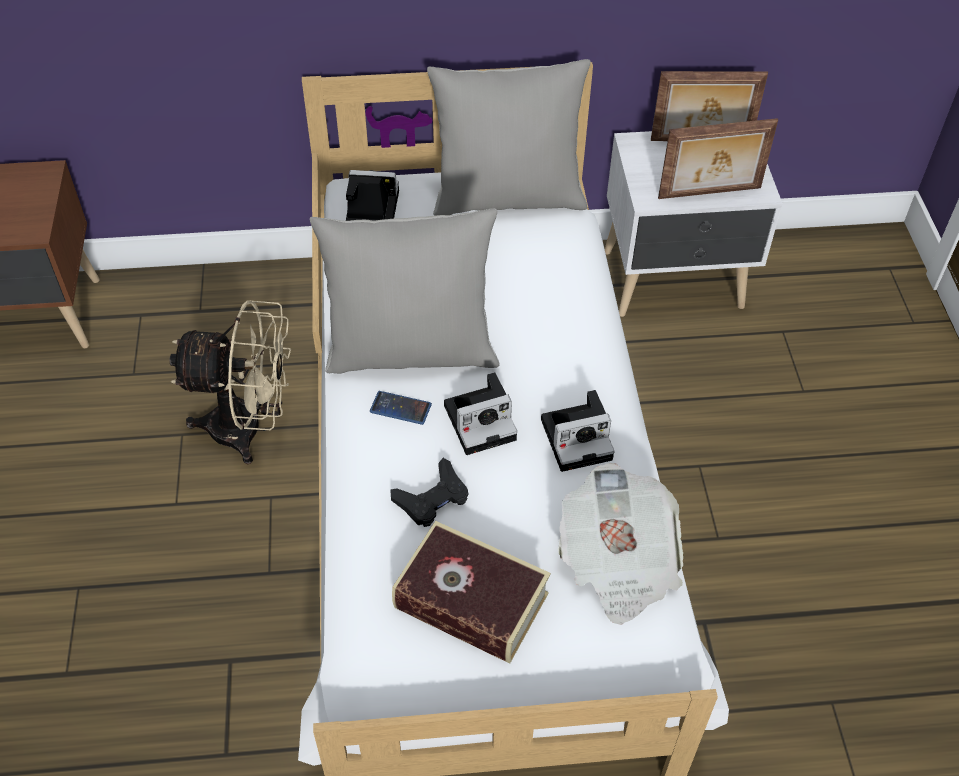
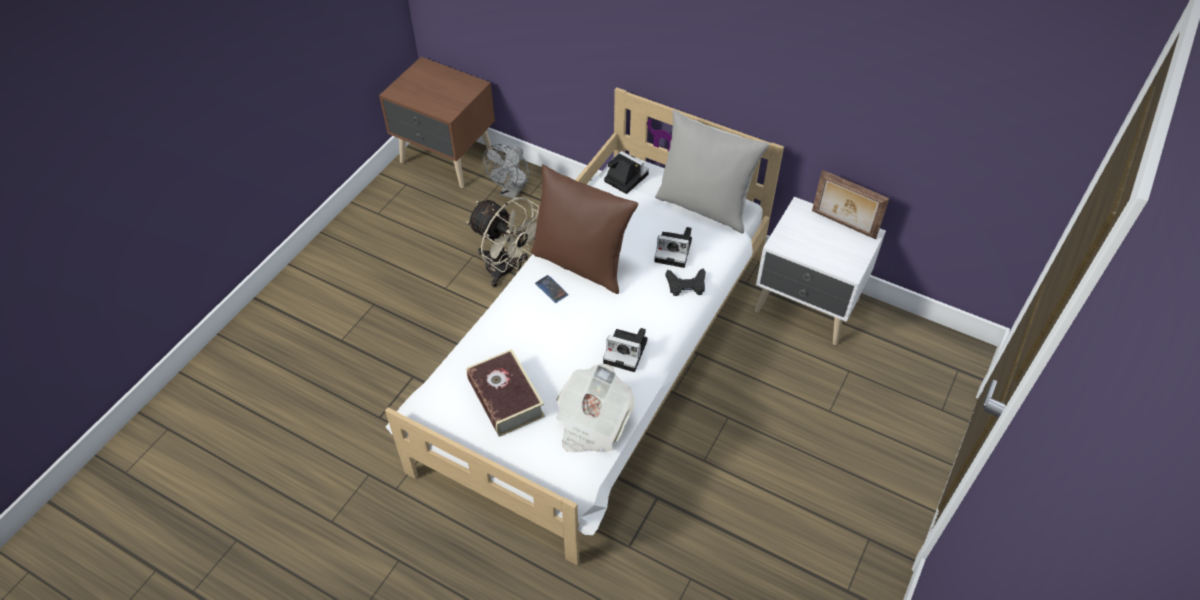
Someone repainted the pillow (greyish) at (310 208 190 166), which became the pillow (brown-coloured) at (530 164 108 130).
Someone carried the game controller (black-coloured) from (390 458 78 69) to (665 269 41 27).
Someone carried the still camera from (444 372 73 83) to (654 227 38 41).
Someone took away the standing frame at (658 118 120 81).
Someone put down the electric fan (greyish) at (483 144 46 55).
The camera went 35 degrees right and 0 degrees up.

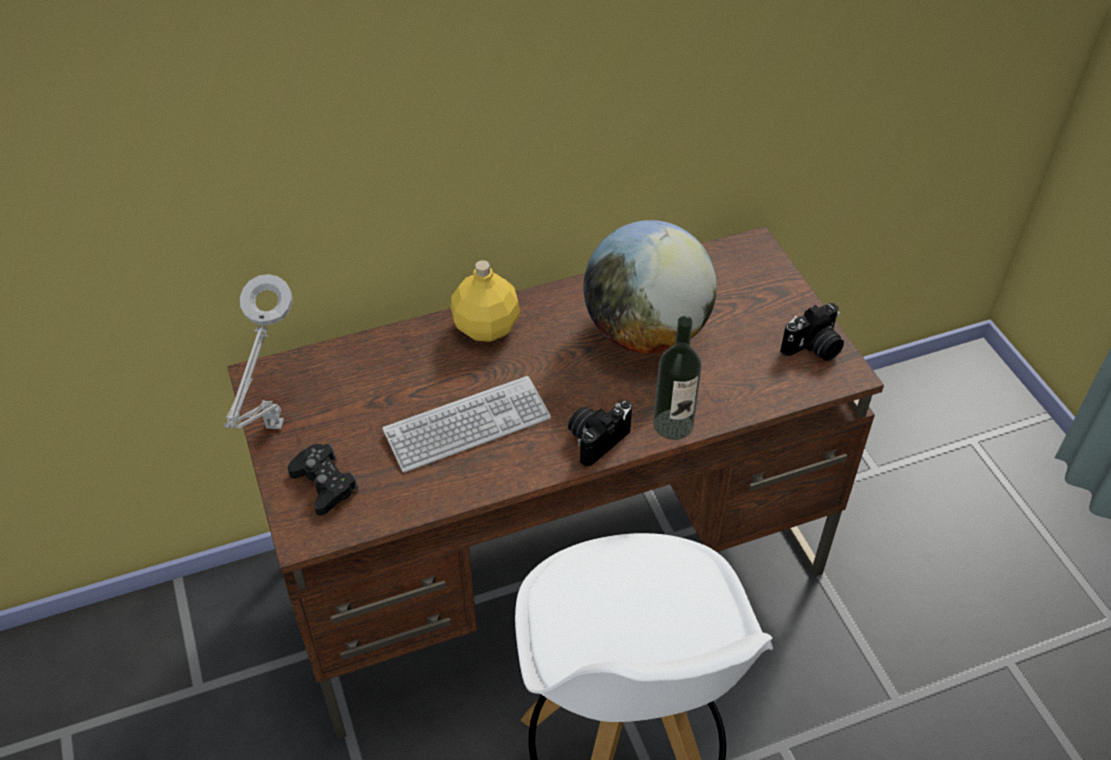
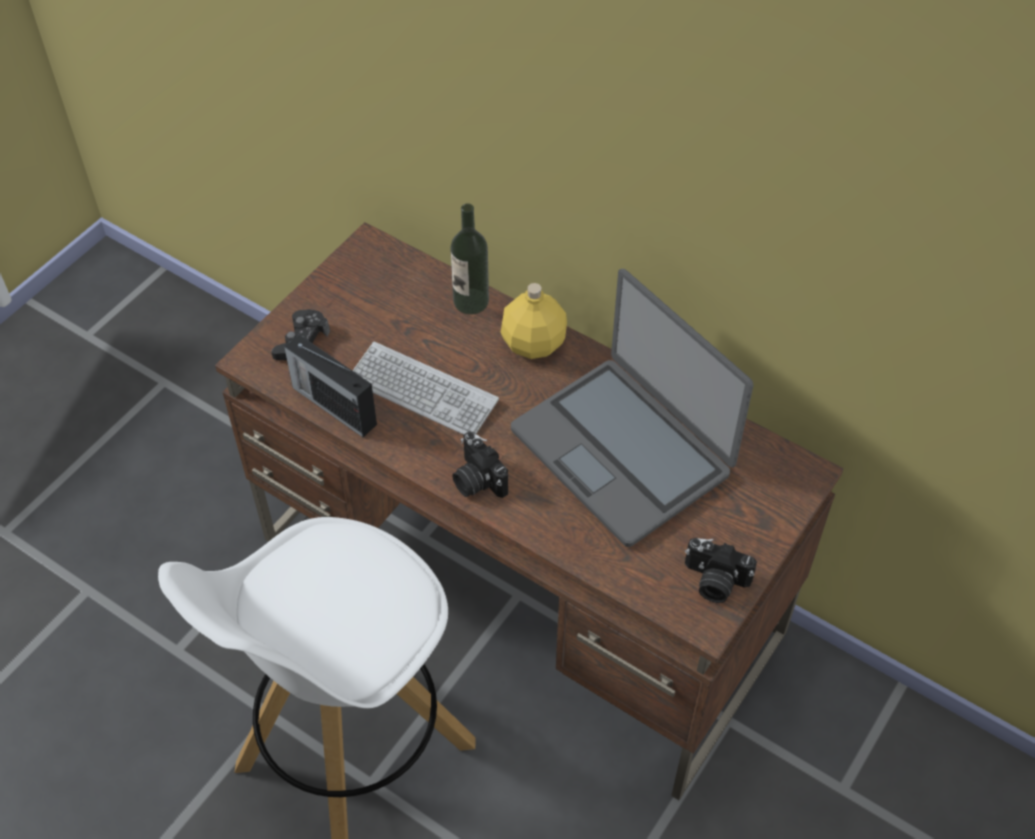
Someone took away the table lamp (greyish) at (224 274 69 155).
Someone rotated the still camera at (568 401 64 65) by 135 degrees counterclockwise.
Someone swapped the desk globe at (583 220 134 133) for the notebook computer at (511 269 243 278).
Someone carried the beverage bottle from (653 316 49 124) to (450 203 39 112).
Someone put down the radio set at (284 335 93 102).
The camera went 55 degrees right and 5 degrees up.

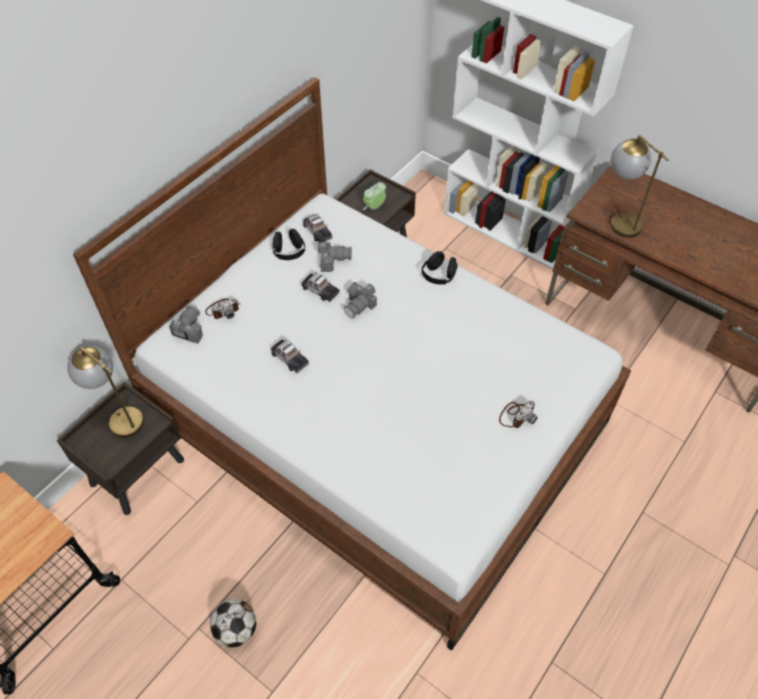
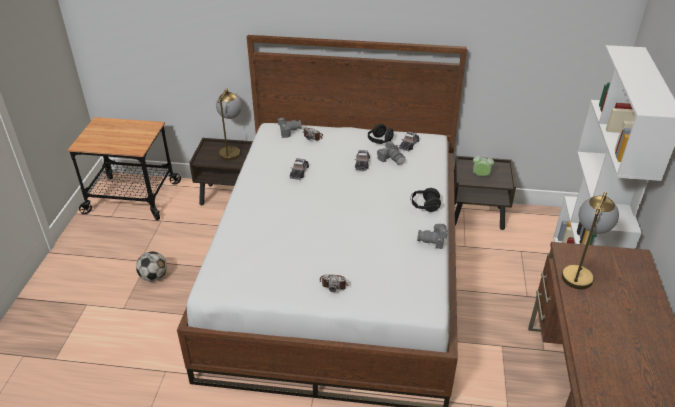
Someone carried the still camera from (344 282 33 36) to (417 223 31 26).
The camera went 60 degrees right and 15 degrees down.

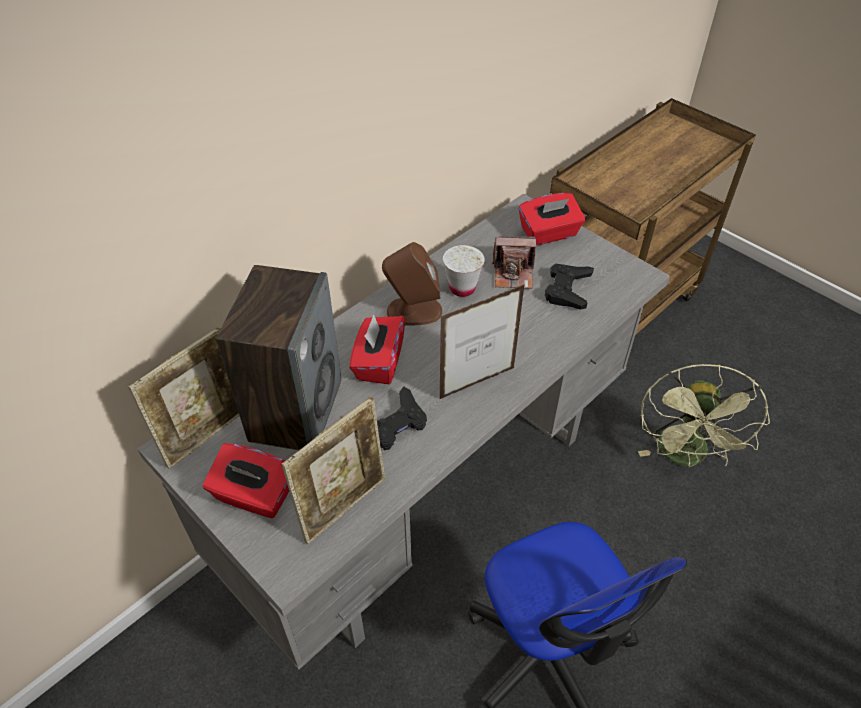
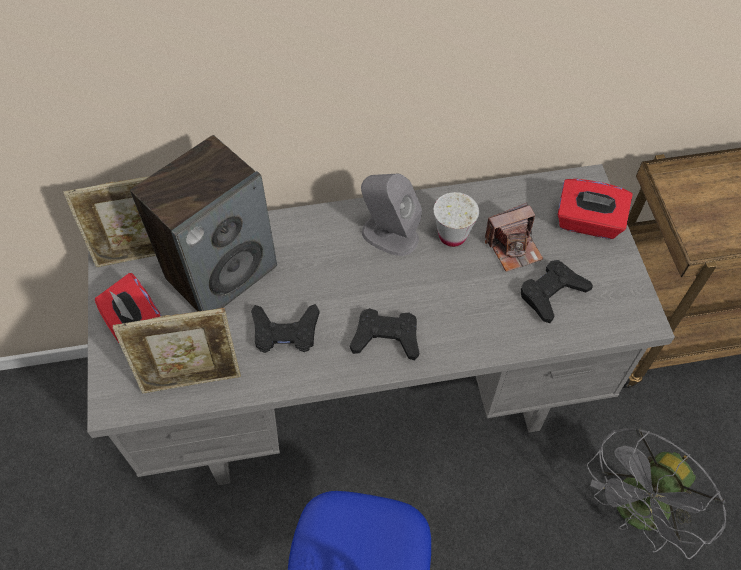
Someone took away the tissue holder (red) at (349 314 56 70).
Someone repainted the loudspeaker (brown-coloured) at (382 242 60 84), which became the loudspeaker (greyish) at (361 174 61 82).
Someone swapped the standing frame at (440 284 85 115) for the game controller (black-coloured) at (350 308 69 53).
Someone rotated the still camera at (492 237 44 52) by 60 degrees counterclockwise.
Someone repainted the electric fan (green) at (638 364 132 103), which became the electric fan (greyish) at (587 427 139 132).
The camera went 35 degrees right and 10 degrees up.

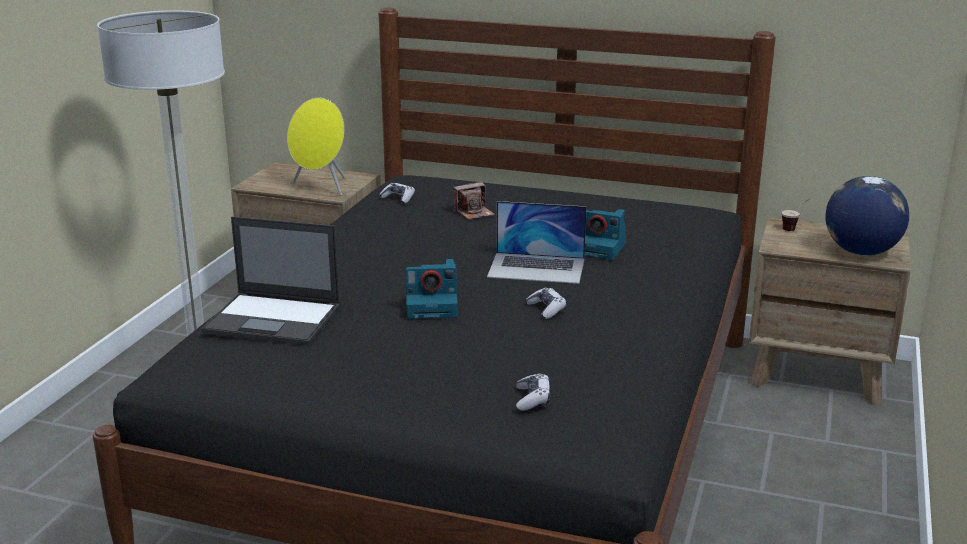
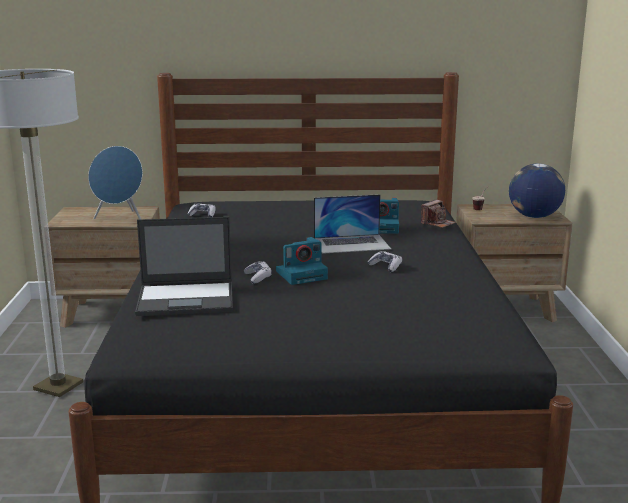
Someone repainted the loudspeaker (yellow) at (287 98 58 98), which became the loudspeaker (bluish) at (88 146 55 74).
Someone carried the still camera from (453 182 42 38) to (421 200 35 28).
Someone carried the game controller from (516 373 34 38) to (244 261 28 23).
The camera went 20 degrees left and 5 degrees down.

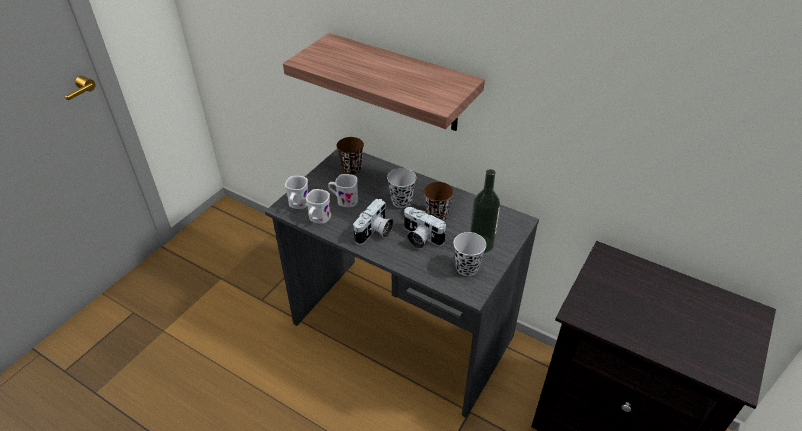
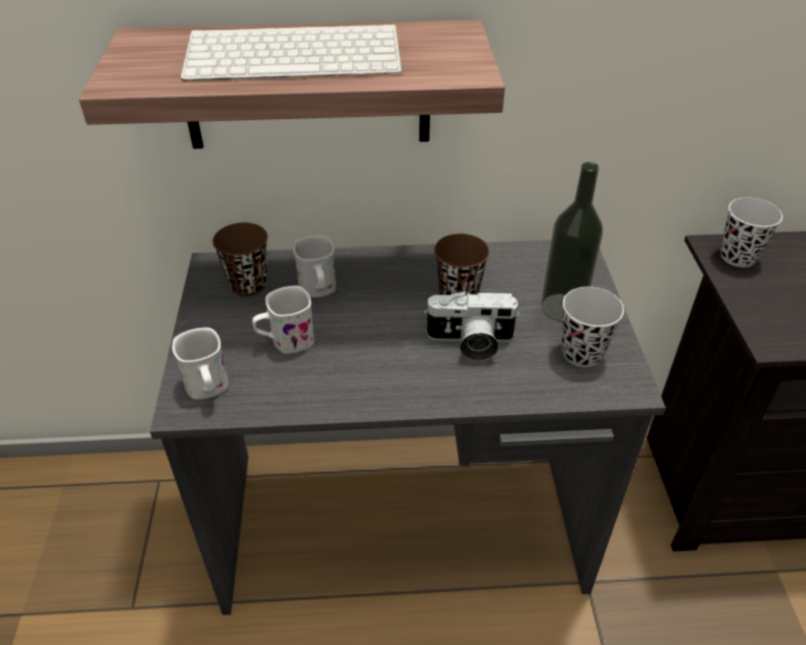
Someone carried the coffee mug (white) from (306 189 25 35) to (293 235 43 62).
Someone took away the still camera at (353 199 40 46).
Someone carried the cup (black-coloured) from (387 168 29 40) to (721 197 62 70).
Someone put down the PC keyboard at (181 24 222 57).
The camera went 35 degrees left and 0 degrees up.

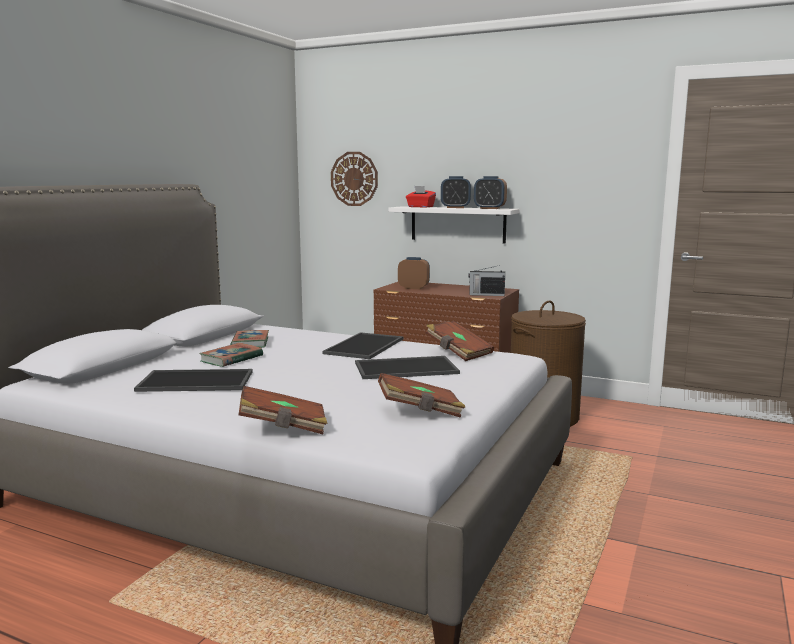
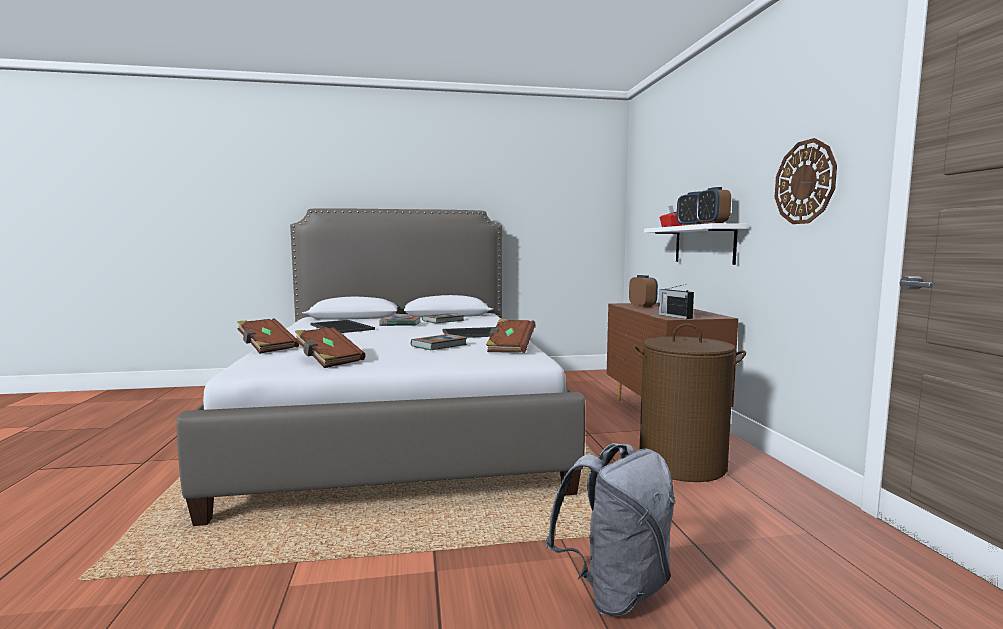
Someone carried the clock on the wall from (331 152 47 54) to (775 138 62 86).
Someone swapped the carrying tray at (355 356 105 23) for the bound book at (411 334 56 16).
Someone put down the knapsack (greyish) at (545 443 130 173).
The camera went 55 degrees right and 5 degrees down.

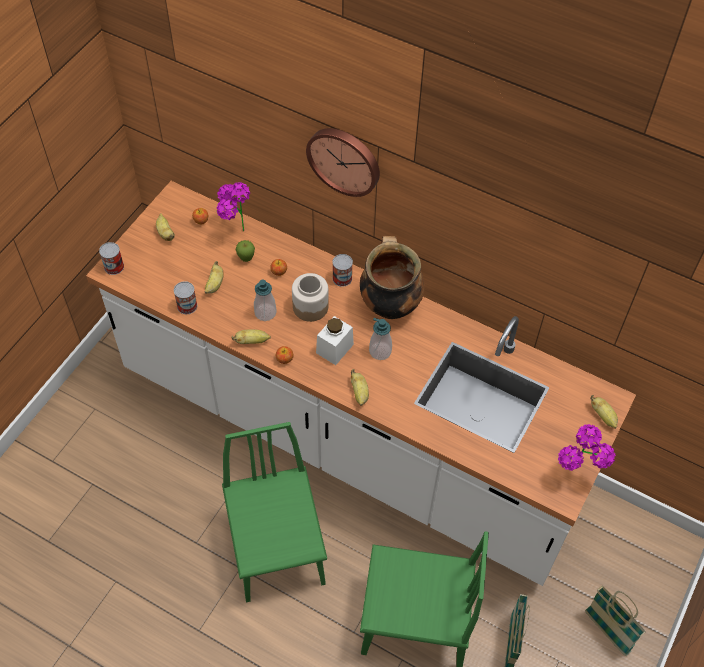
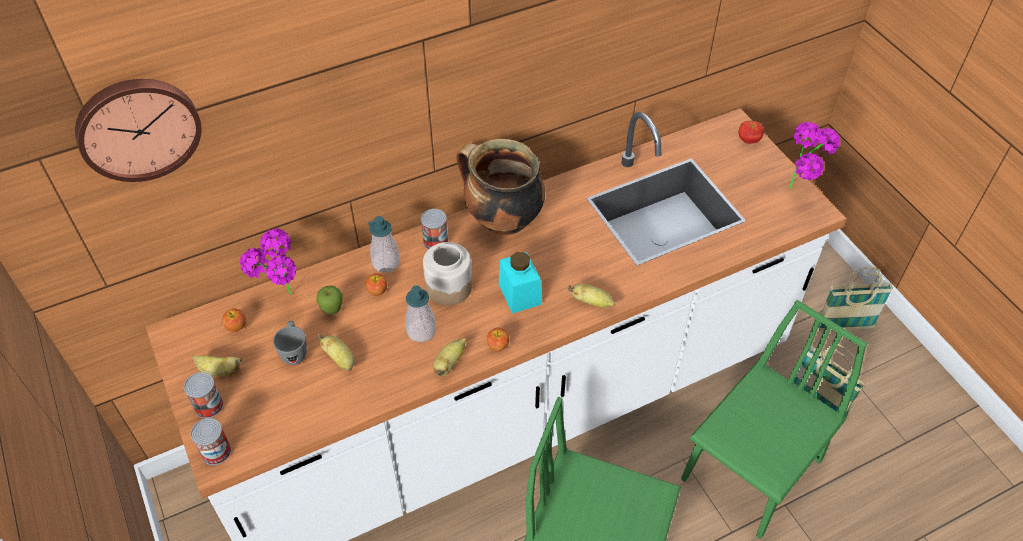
Someone carried the can from (174 281 23 33) to (184 372 39 46).
Someone carried the clock on the wall from (306 128 74 69) to (75 79 127 103).
Someone repainted the jar (white) at (316 316 38 49), which became the jar (turquoise) at (499 252 42 62).
Someone carried the soap dispenser from (369 318 23 42) to (368 216 32 57).
Someone swapped the banana at (590 395 28 34) for the tomato at (739 121 25 23).
Someone put down the coffee mug (greyish) at (273 321 34 44).
The camera went 55 degrees left and 5 degrees down.

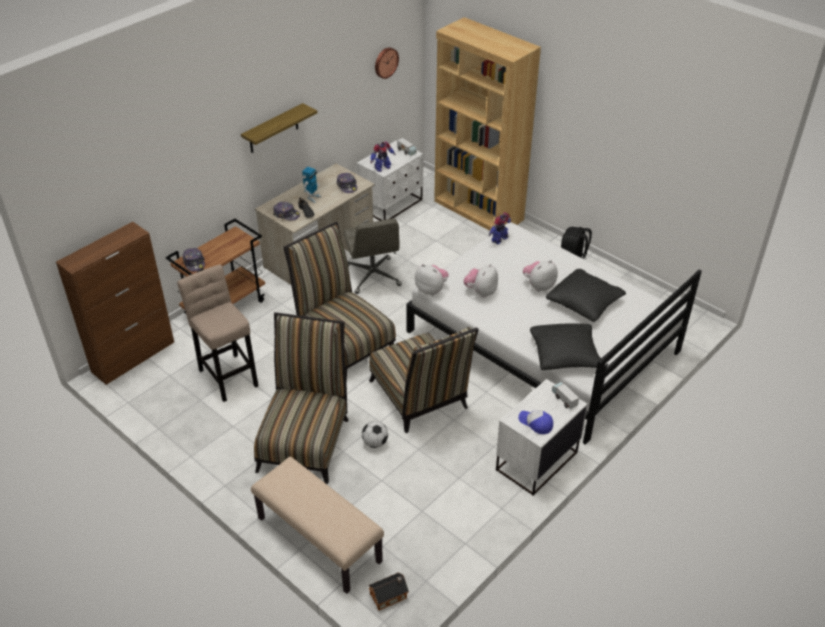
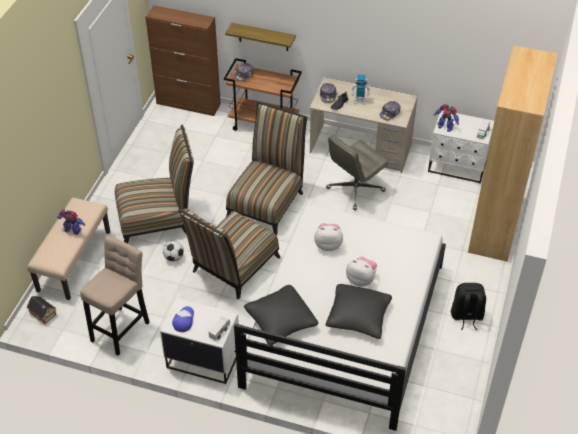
Someone carried the sitting stool (beige) from (177 264 81 138) to (80 236 70 120).
Someone carried the shelf from (241 103 76 50) to (225 23 71 28).
Someone took away the clock on the wall at (375 47 24 32).
Someone took away the plush toy at (415 264 34 32).
Someone carried the model robot from (489 212 22 32) to (58 209 27 26).
The camera went 65 degrees right and 5 degrees up.

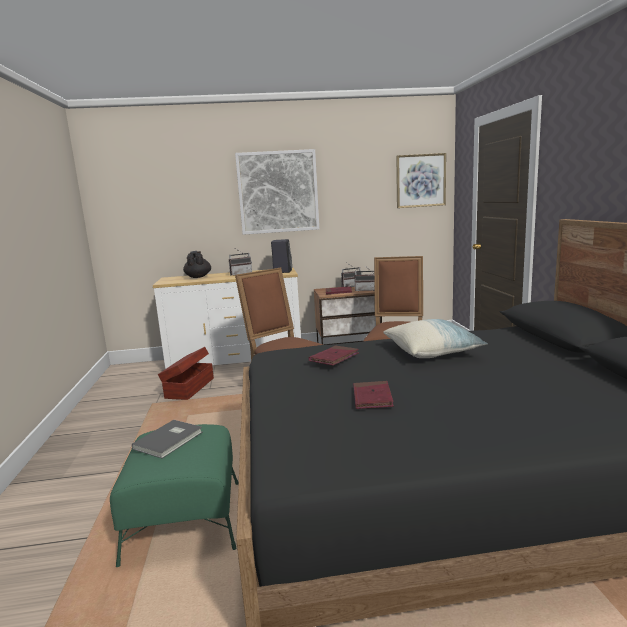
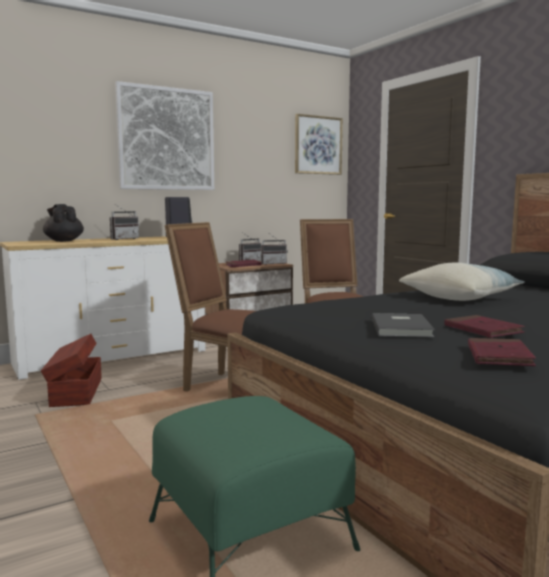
Someone carried the bound book (greyish) from (132 420 70 38) to (372 313 63 25).
Someone carried the bound book (red) from (309 345 50 20) to (468 338 68 28).
The camera went 25 degrees left and 5 degrees down.

